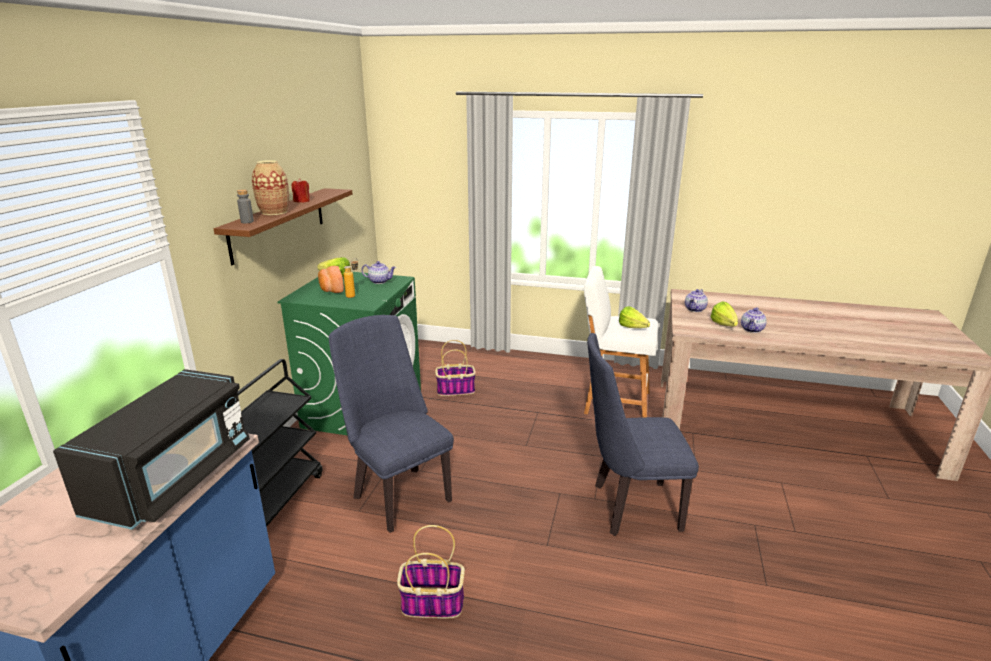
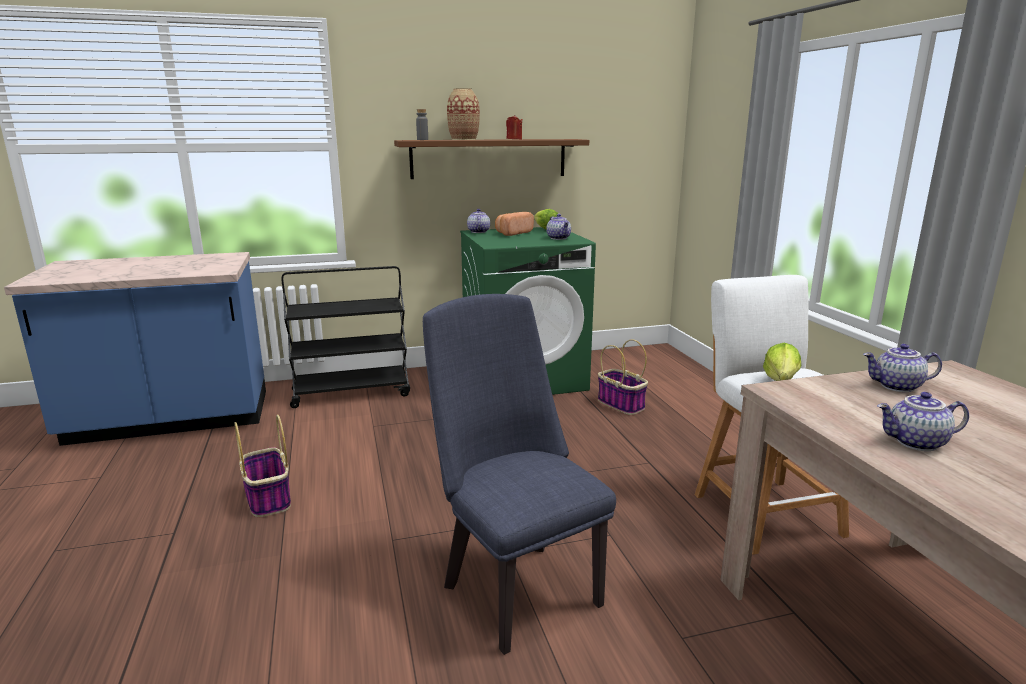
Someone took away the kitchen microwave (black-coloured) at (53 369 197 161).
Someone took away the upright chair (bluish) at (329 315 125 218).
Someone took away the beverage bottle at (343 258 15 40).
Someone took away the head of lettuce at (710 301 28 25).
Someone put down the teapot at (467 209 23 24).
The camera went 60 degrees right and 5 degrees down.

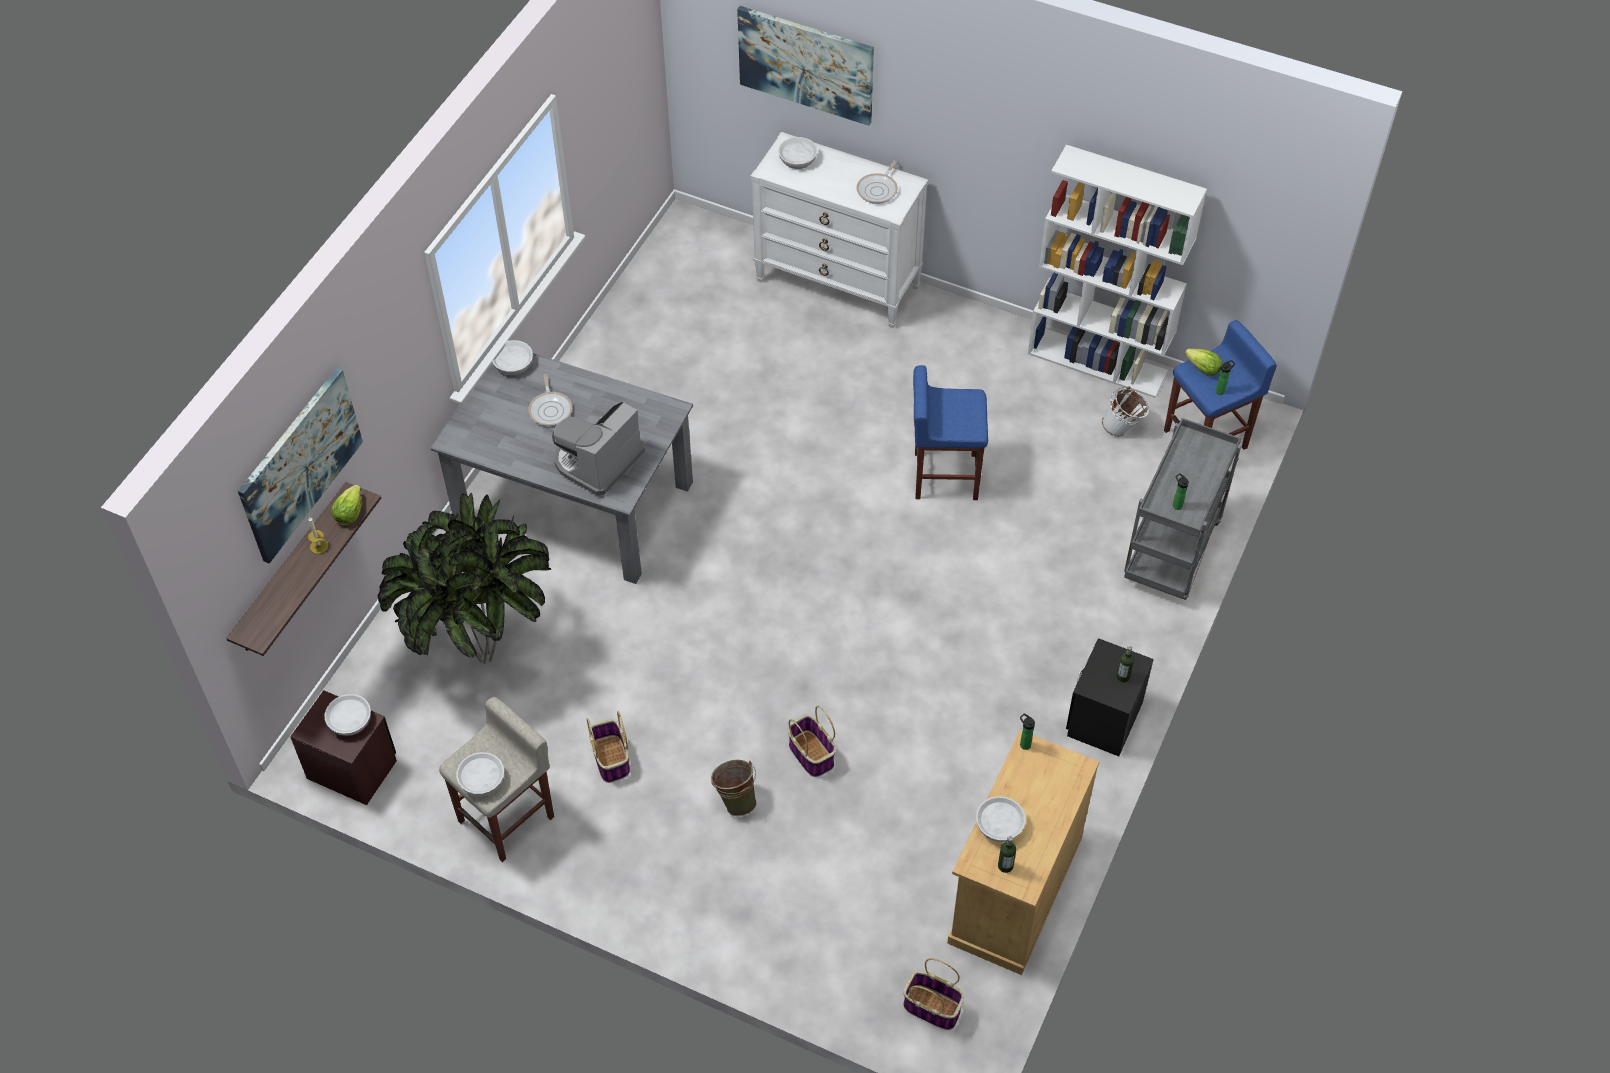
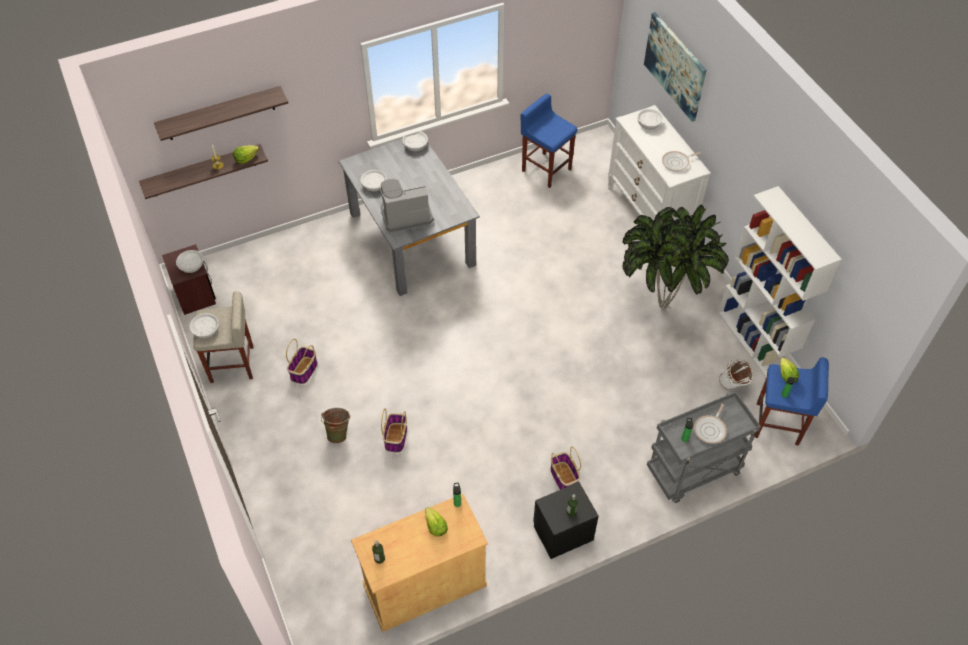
Someone swapped the wall art at (238 368 125 196) for the shelf at (154 86 134 55).
Someone carried the houseplant from (378 493 173 171) to (623 205 106 104).
Someone carried the skillet from (529 374 43 52) to (694 404 33 40).
Someone carried the household basket from (903 958 61 72) to (550 447 31 43).
Someone carried the sitting stool (bluish) from (913 365 75 135) to (521 94 56 94).
Someone carried the serving bowl (white) from (976 796 50 46) to (361 170 26 21).
Someone put down the head of lettuce at (425 507 23 30).
The camera went 40 degrees right and 0 degrees up.

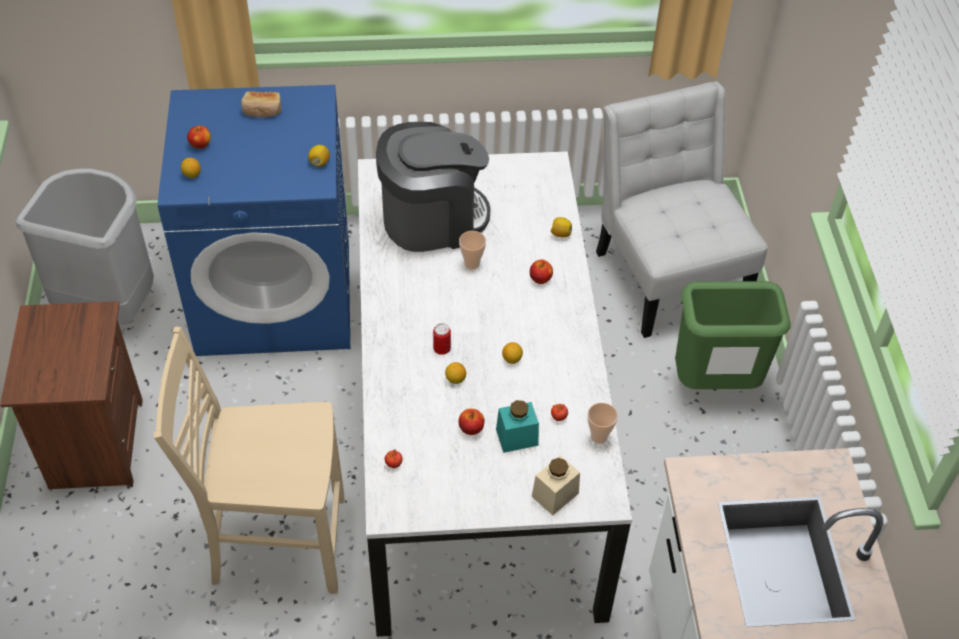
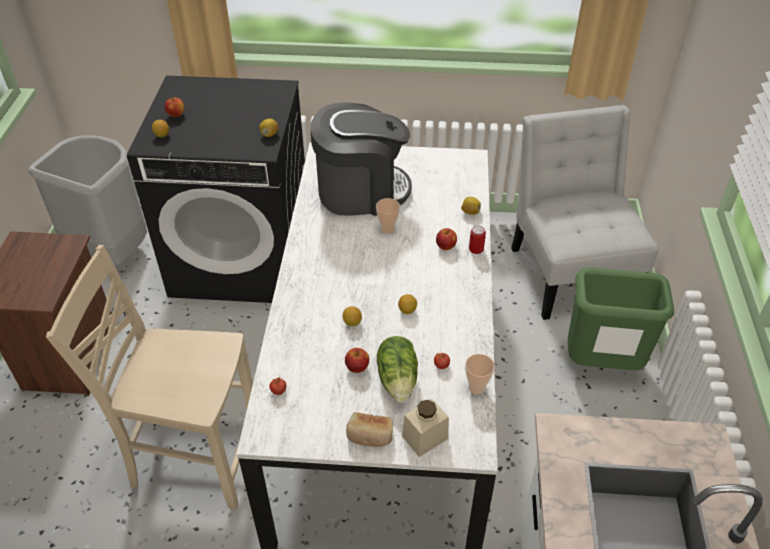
Someone repainted the washing machine (bluish) at (158 85 192 271), which became the washing machine (black-coloured) at (127 75 178 228).
Someone carried the baked bread from (241 91 40 26) to (346 412 47 35).
Someone carried the can from (433 323 18 32) to (469 225 17 29).
Someone swapped the jar (turquoise) at (496 400 43 53) for the head of lettuce at (377 336 41 67).
The camera went 10 degrees right and 5 degrees down.

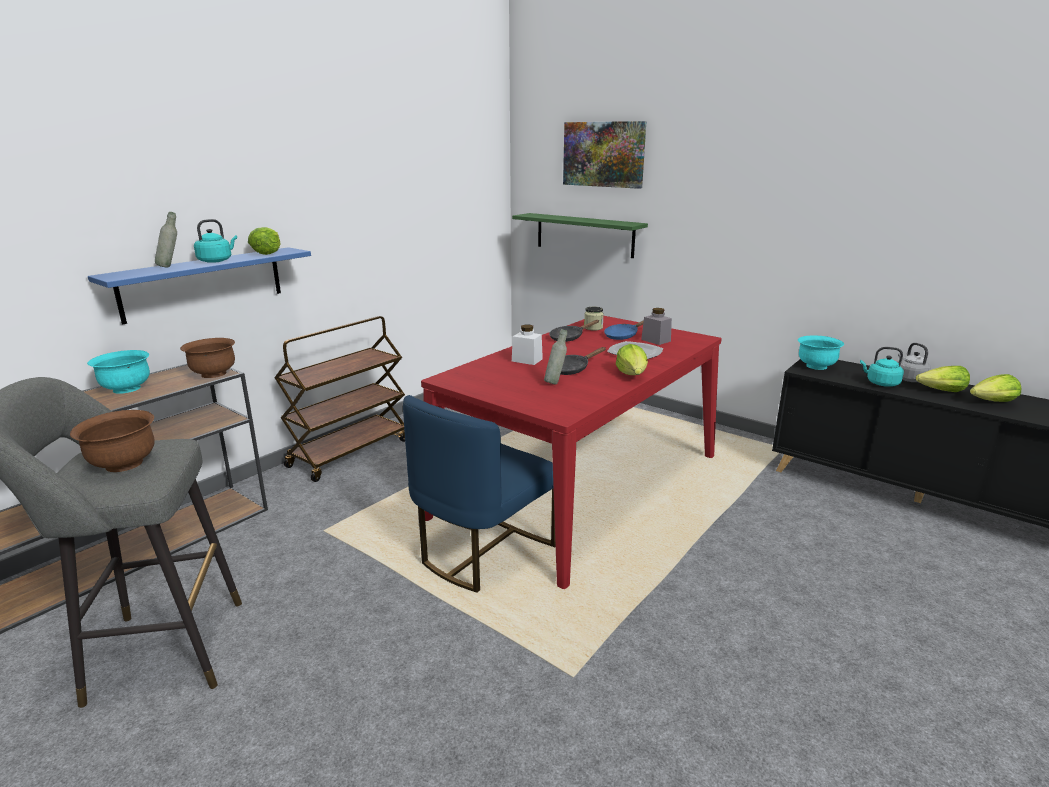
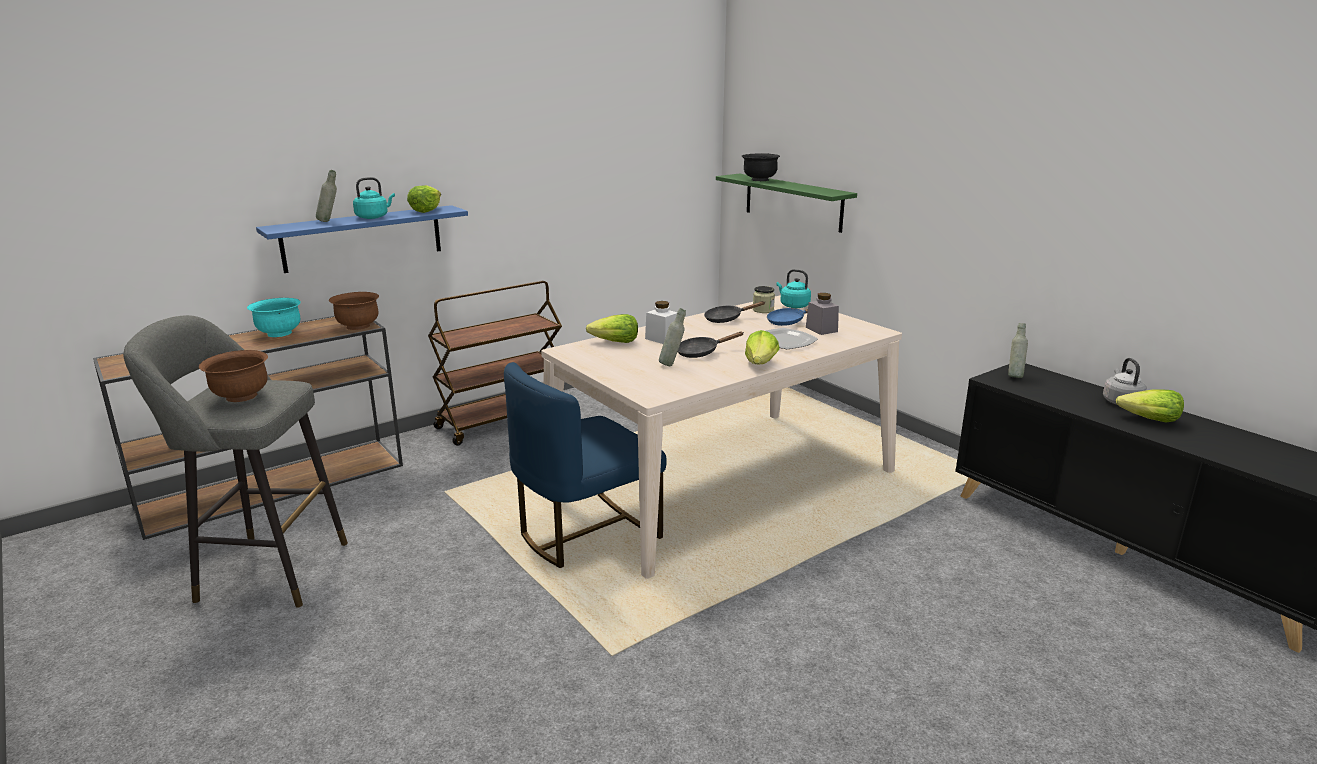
Someone repainted the dinner table (red) at (421 316 301 273), which became the dinner table (beige) at (541 295 361 284).
Someone took away the wall art at (563 121 83 68).
Someone swapped the serving bowl (turquoise) at (798 335 46 35) for the beverage bottle (greyish) at (1008 323 20 55).
Someone carried the water kettle (turquoise) from (860 347 44 40) to (777 269 34 39).
Someone carried the head of lettuce from (970 374 51 28) to (586 314 52 29).
Someone put down the serving bowl (black-coloured) at (742 153 38 28).
The camera went 15 degrees right and 0 degrees up.

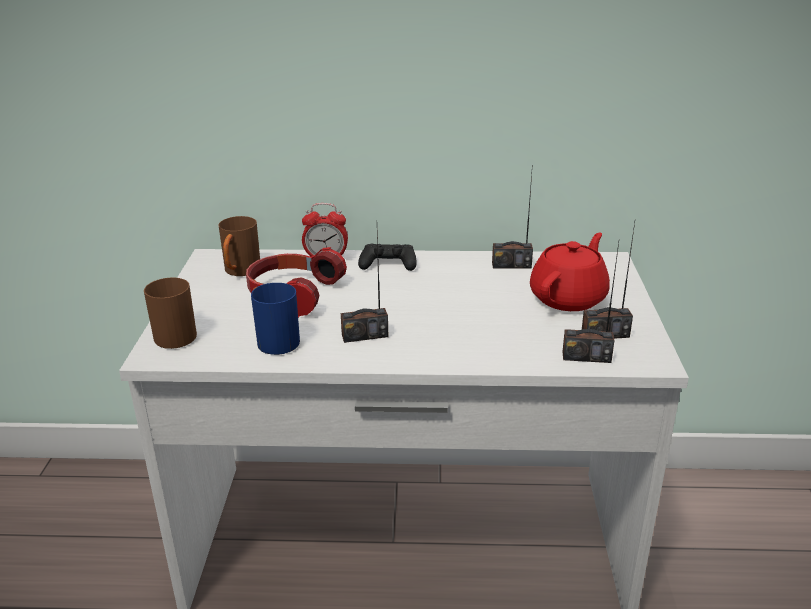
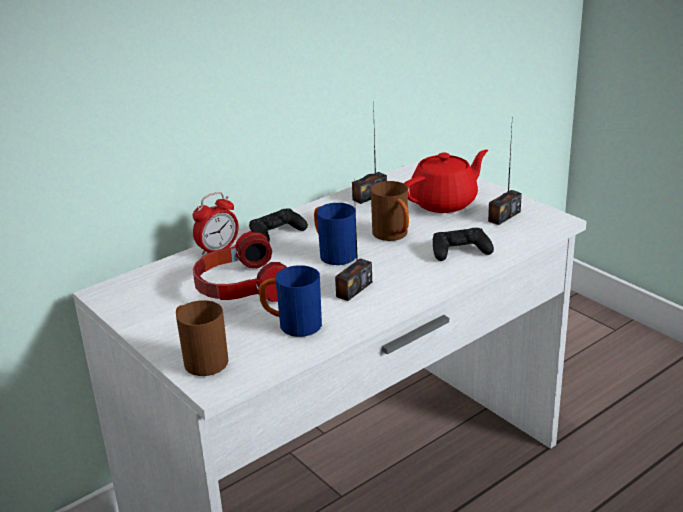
Someone carried the coffee mug (brown-coloured) from (219 216 41 60) to (371 181 38 60).
Someone rotated the teapot (red) at (530 232 80 79) by 60 degrees clockwise.
Someone took away the radio set at (562 243 57 120).
Someone put down the coffee mug (bluish) at (314 203 42 62).
Someone put down the game controller (black-coloured) at (433 228 61 33).
The camera went 40 degrees left and 0 degrees up.

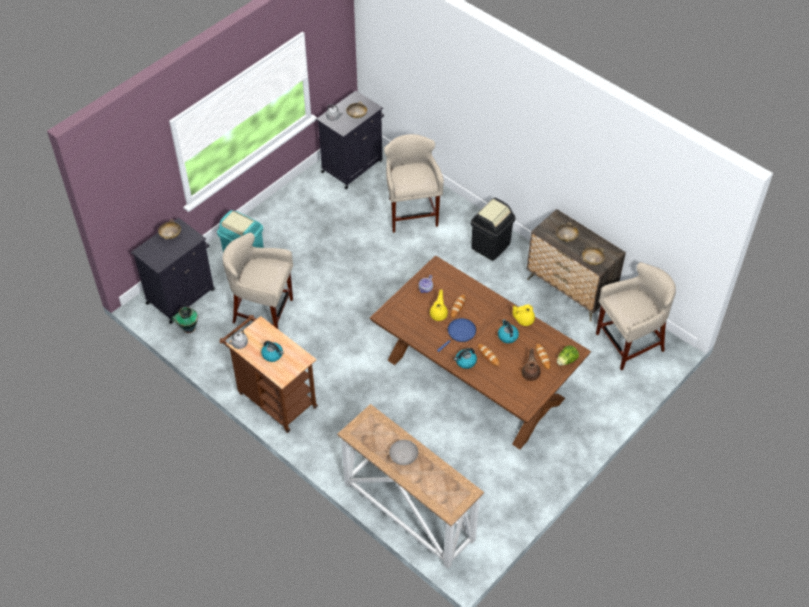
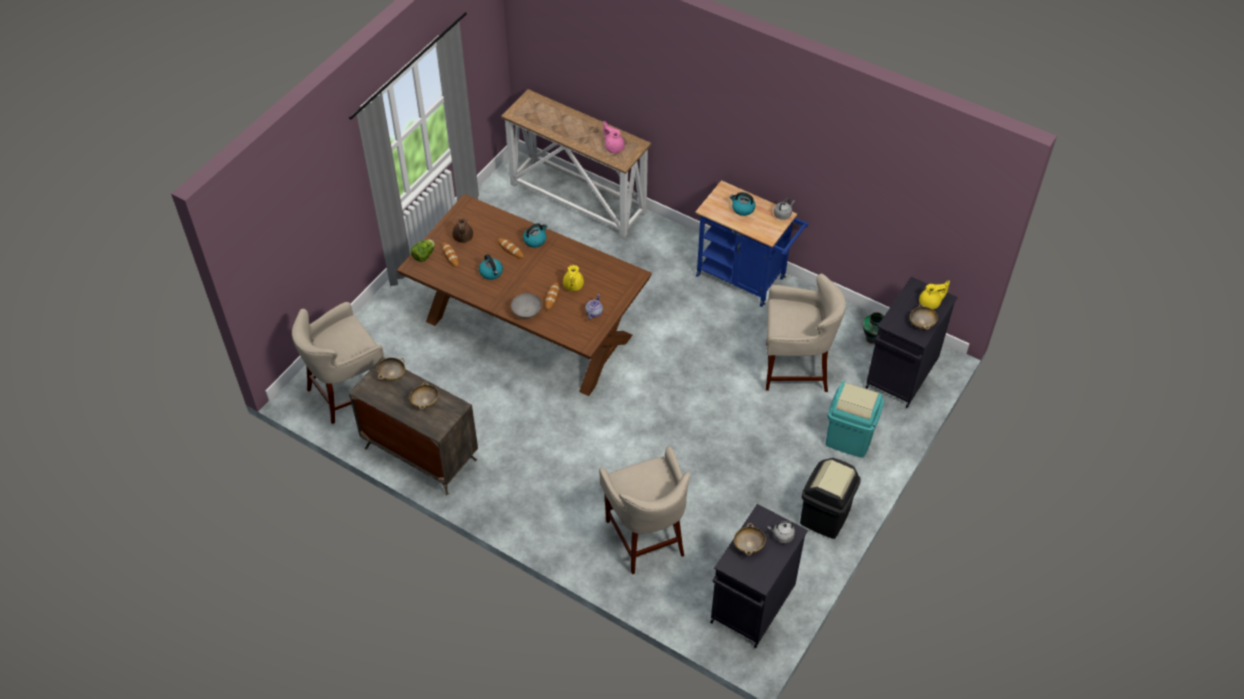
Someone repainted the wheeled cart (brown-coloured) at (219 315 99 118), which became the wheeled cart (bluish) at (695 180 113 127).
Someone carried the serving bowl (greyish) from (389 440 29 25) to (511 293 31 25).
Someone took away the skillet (bluish) at (437 318 39 34).
Someone carried the waste bin (black-coloured) from (471 198 44 63) to (800 458 61 81).
Someone carried the teapot (yellow) from (513 304 22 22) to (919 281 31 28).
Someone put down the teapot (pink-coloured) at (603 121 22 32).
The camera went 170 degrees right and 0 degrees up.

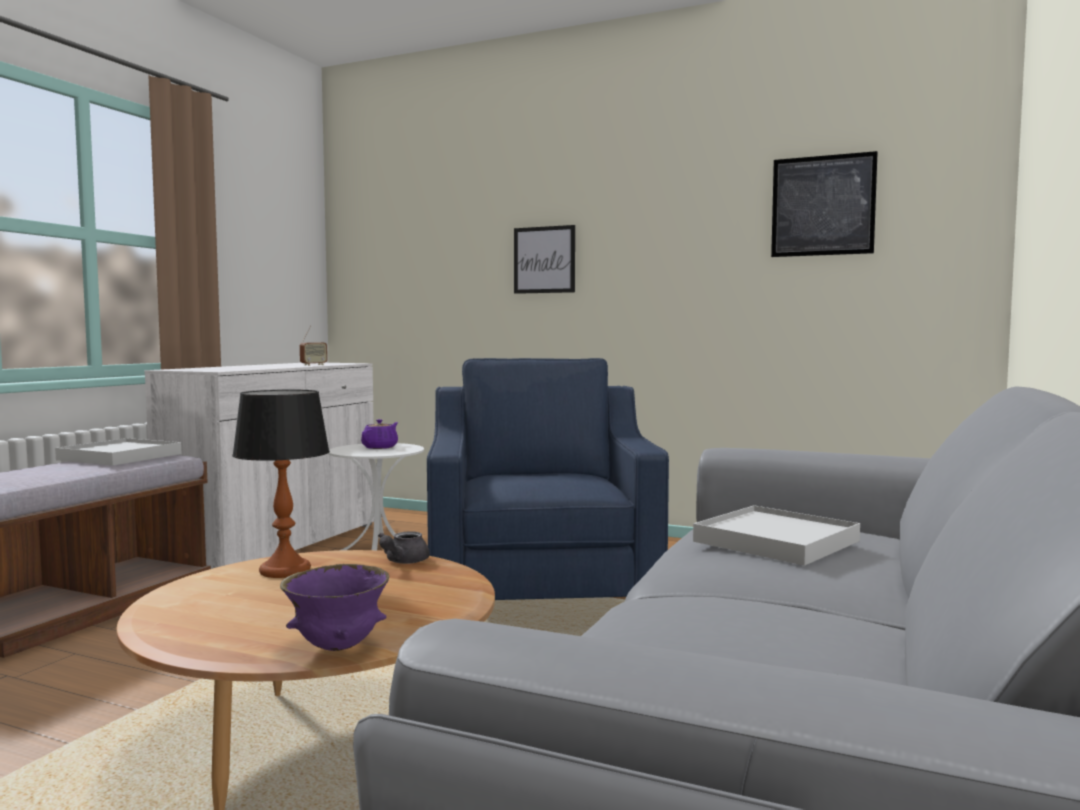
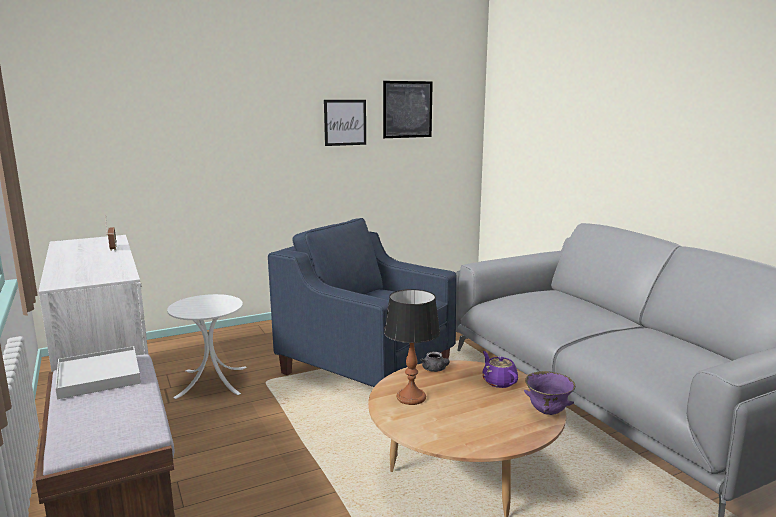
Someone carried the teapot (purplish) from (361 419 37 30) to (482 351 36 37).
Someone carried the wall art from (514 225 61 69) to (324 100 42 46).
Someone took away the carrying tray (white) at (693 505 167 61).
The camera went 50 degrees left and 10 degrees up.

